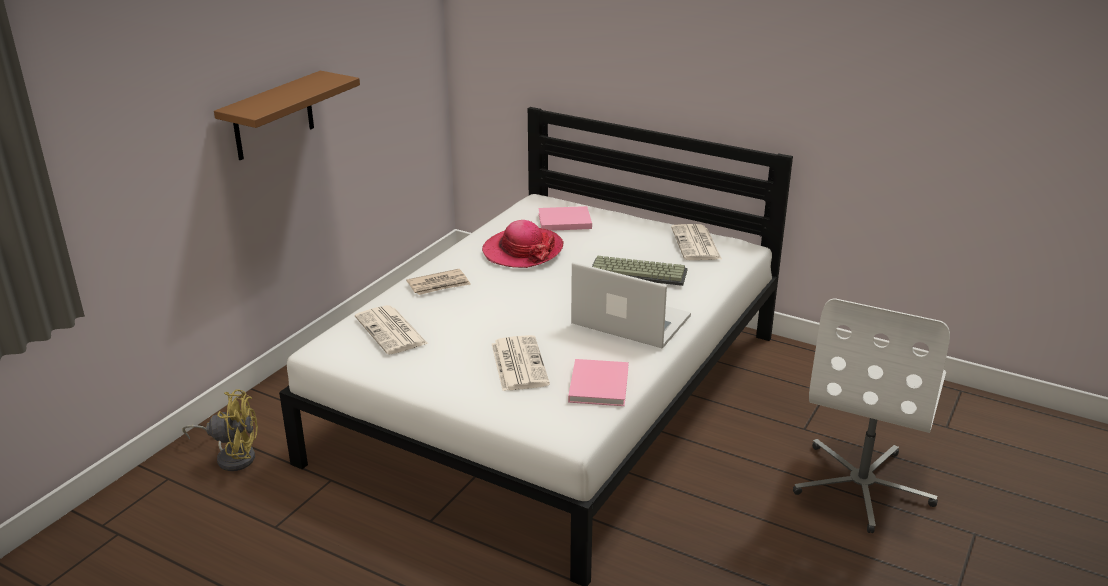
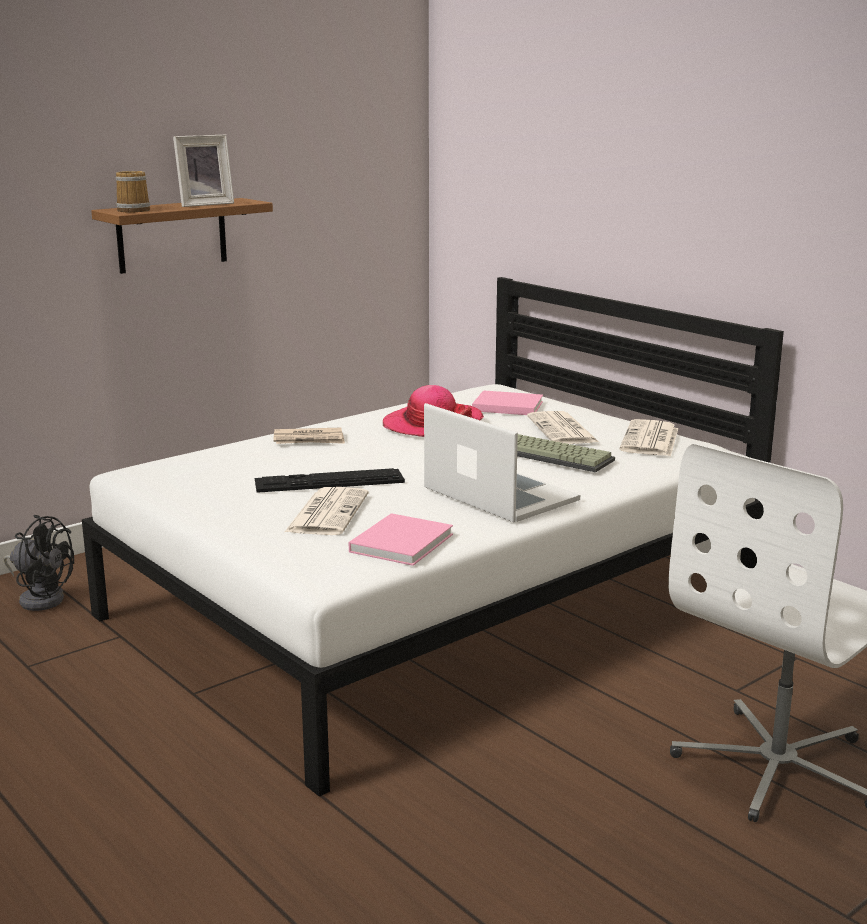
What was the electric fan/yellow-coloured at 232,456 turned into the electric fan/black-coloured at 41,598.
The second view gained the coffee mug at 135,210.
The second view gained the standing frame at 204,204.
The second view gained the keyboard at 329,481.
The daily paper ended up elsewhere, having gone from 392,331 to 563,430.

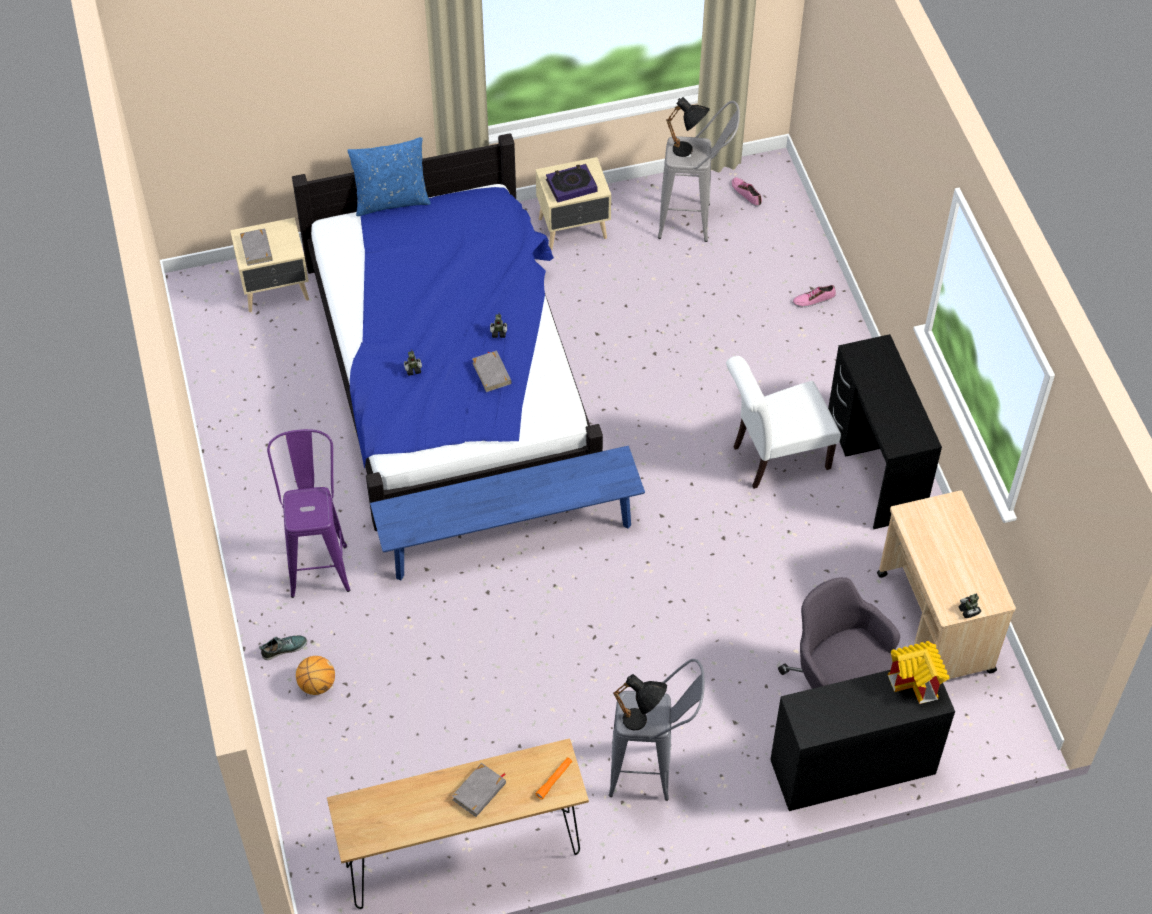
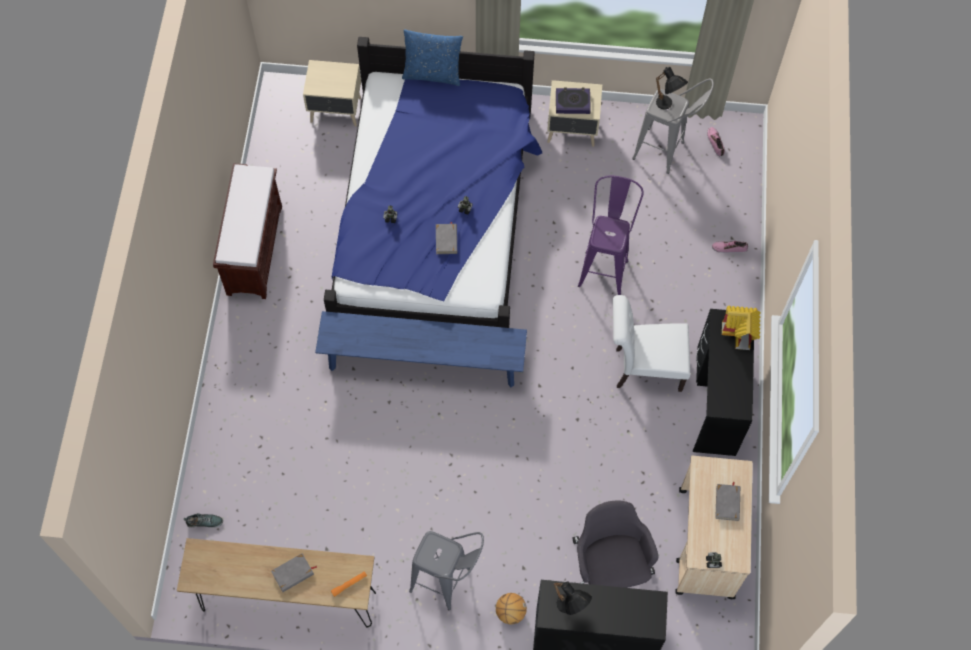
The item of footwear ended up elsewhere, having gone from 284,648 to 204,522.
The second view gained the long seat/brownish at 254,249.
The basketball ended up elsewhere, having gone from 317,685 to 510,612.
The table lamp/black-coloured ended up elsewhere, having gone from 642,724 to 570,610.
The sitting stool/purple-coloured ended up elsewhere, having gone from 318,561 to 604,266.
The bound book/gray ended up elsewhere, having gone from 257,249 to 727,503.
The toy house ended up elsewhere, having gone from 917,682 to 740,334.

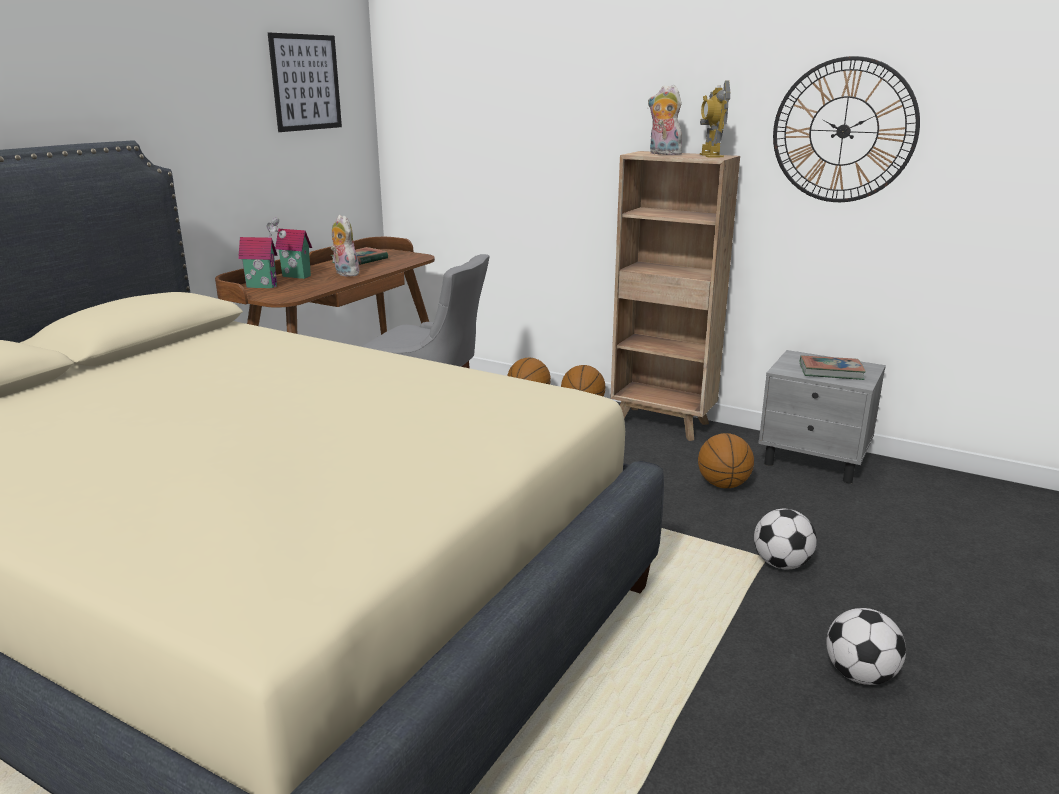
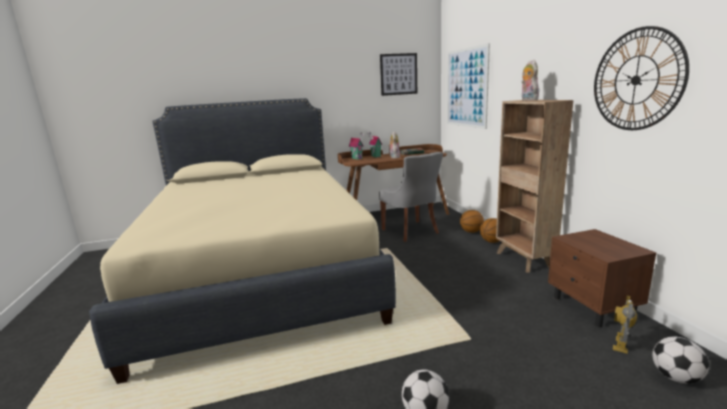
The second view gained the wall art at 466,88.
What was the night table/gray at 815,461 turned into the night table/brownish at 593,307.
The robot figure ended up elsewhere, having gone from 710,155 to 620,345.
The football ended up elsewhere, having gone from 781,564 to 675,377.
The second view lost the basketball at 723,485.
The second view lost the bound book at 830,372.

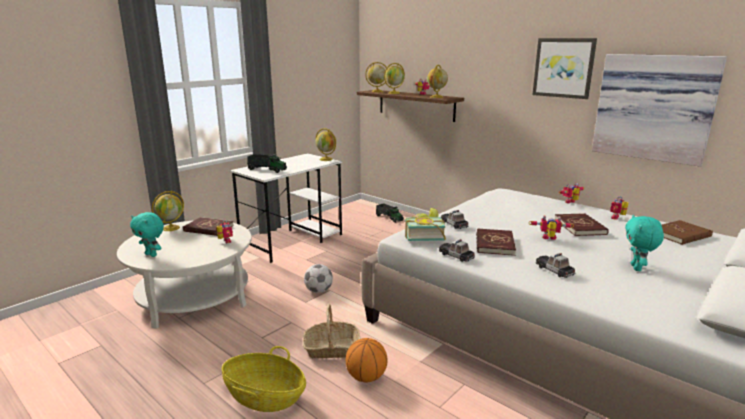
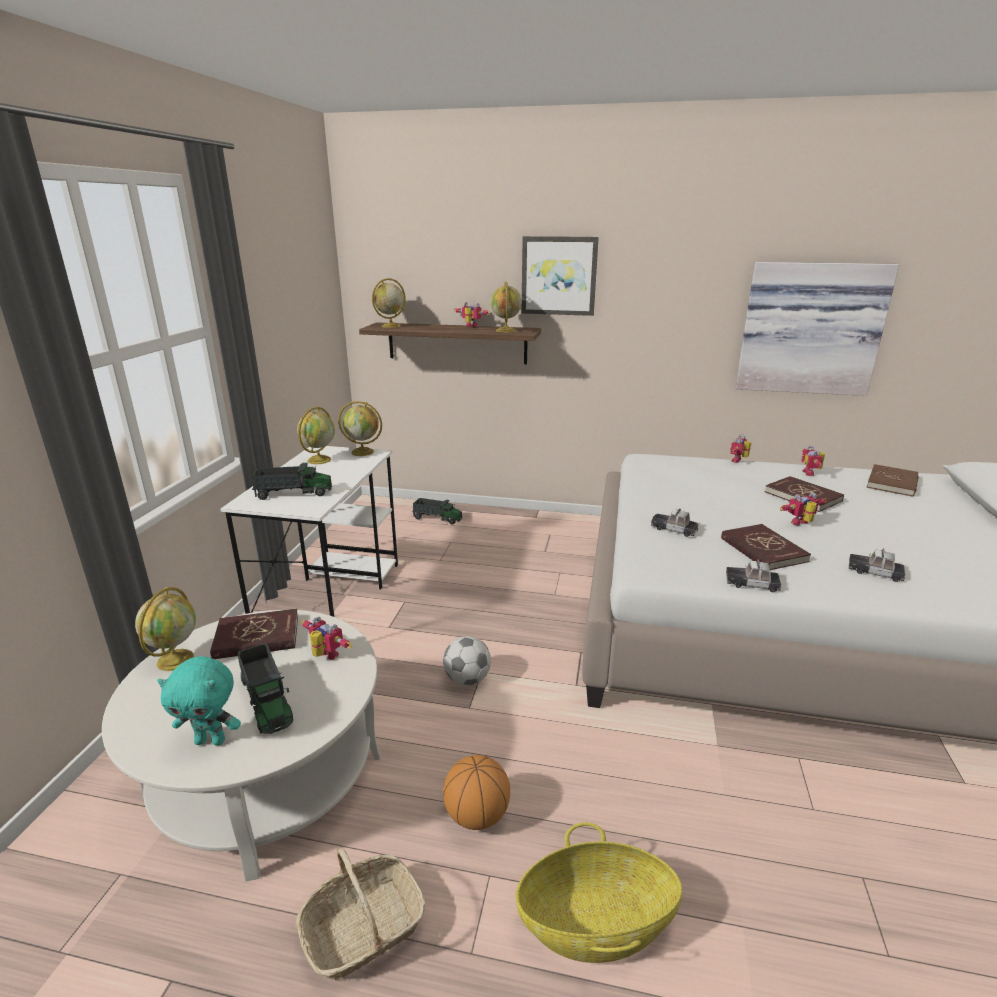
The second view gained the toy lorry at 267,701.
The basket ended up elsewhere, having gone from 331,348 to 363,929.
The world globe ended up elsewhere, having gone from 394,93 to 319,460.
The basketball ended up elsewhere, having gone from 366,377 to 477,815.
The wall art ended up elsewhere, having gone from 563,68 to 559,276.
The second view lost the bound book at 423,236.
The second view lost the soft toy/turquoise-coloured at 637,268.

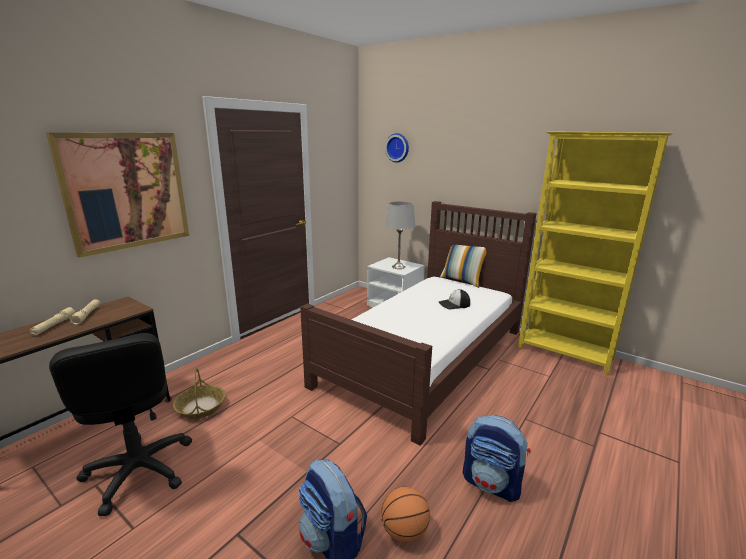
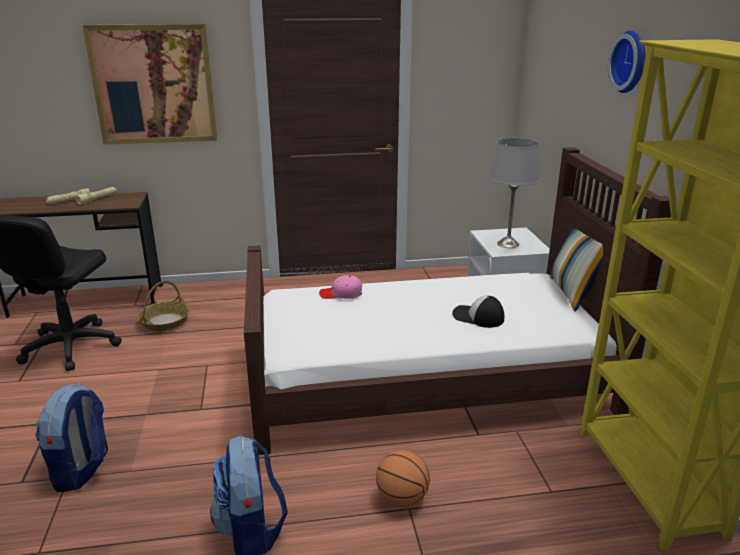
The second view gained the peaked cap/pink at 341,294.
The basketball ended up elsewhere, having gone from 404,531 to 402,498.
The hanging clock ended up elsewhere, having gone from 398,148 to 631,62.

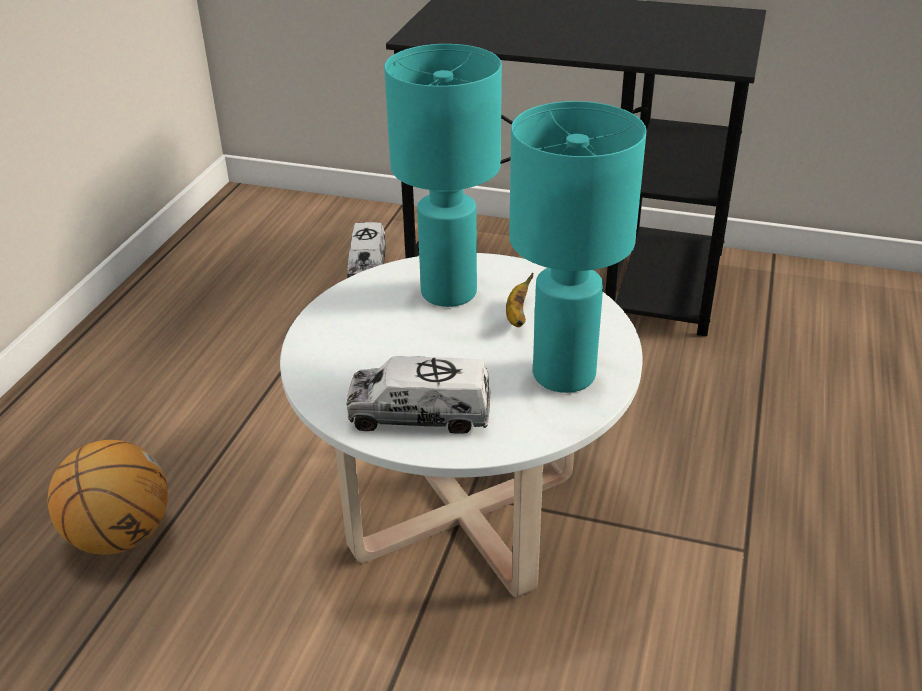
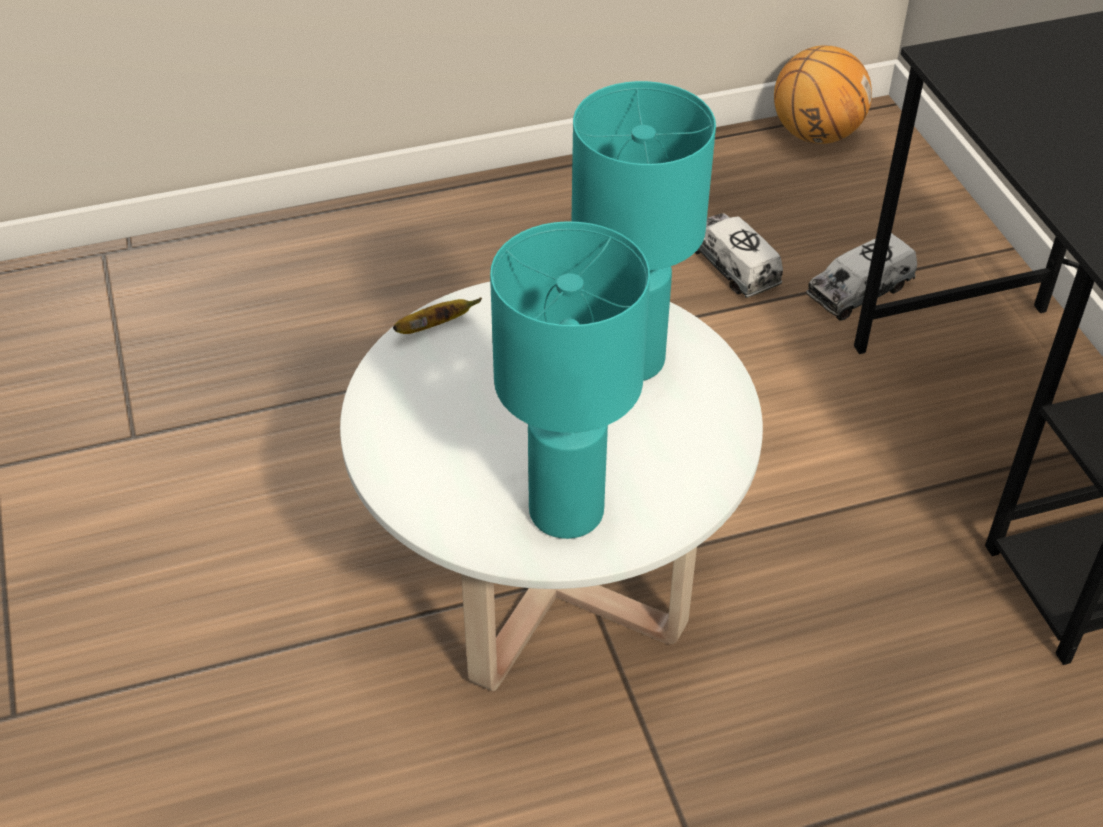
The whole banana ended up elsewhere, having gone from 517,316 to 434,326.
The toy lorry ended up elsewhere, having gone from 420,414 to 732,266.
The basketball ended up elsewhere, having gone from 120,536 to 815,134.

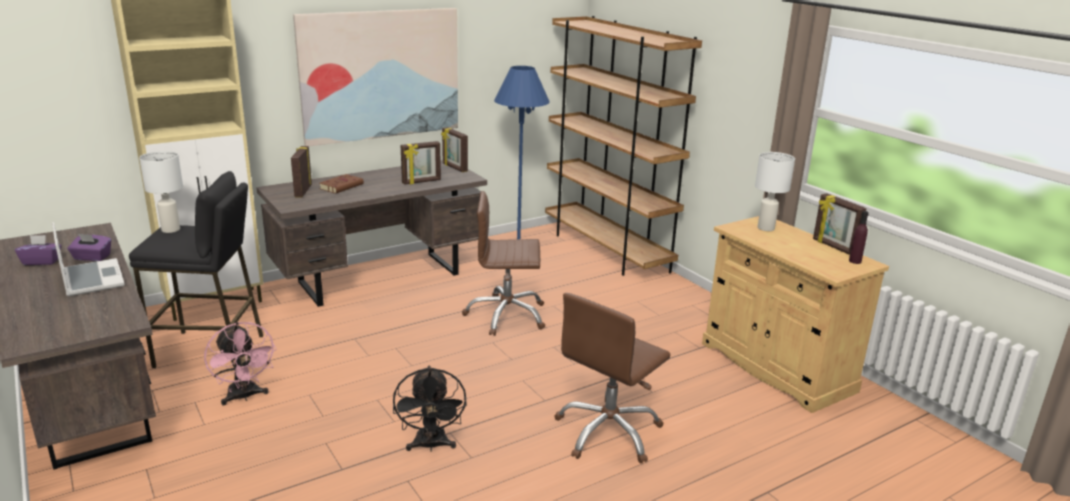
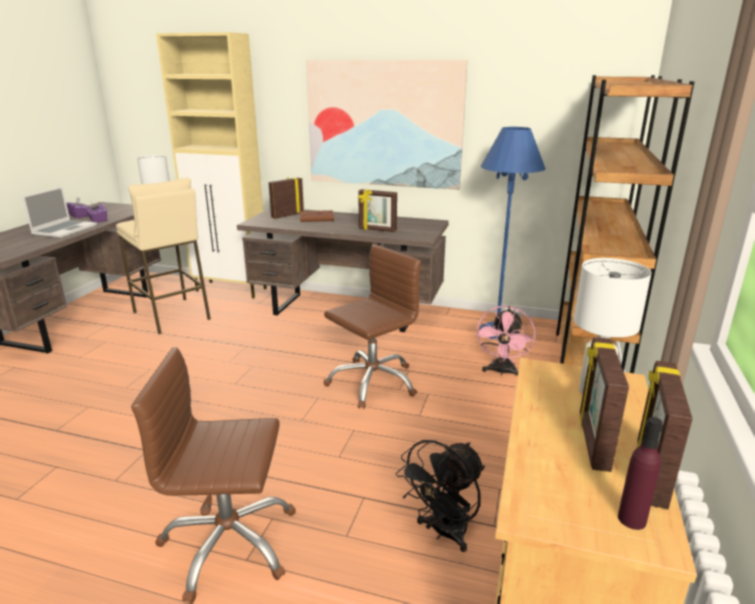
What was the sitting stool/black-coloured at 210,351 turned into the sitting stool/beige at 172,316.
The office chair/brownish at 506,315 ended up facing another way, 90 degrees clockwise from before.
The electric fan/black-coloured ended up elsewhere, having gone from 431,446 to 443,533.
The electric fan/pink ended up elsewhere, having gone from 244,397 to 502,372.
The standing frame ended up elsewhere, having gone from 454,167 to 592,441.

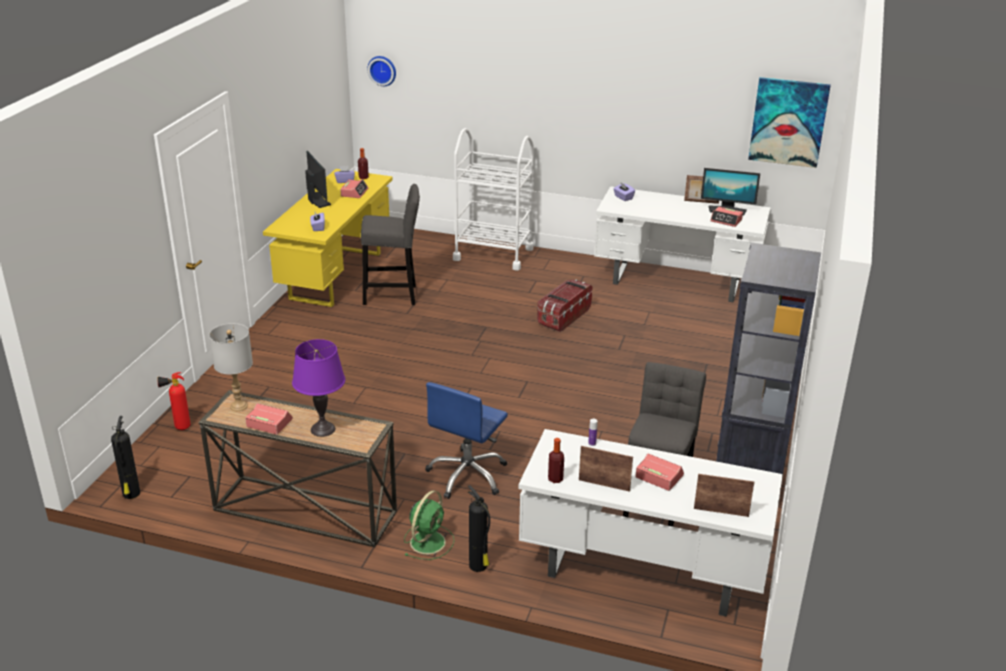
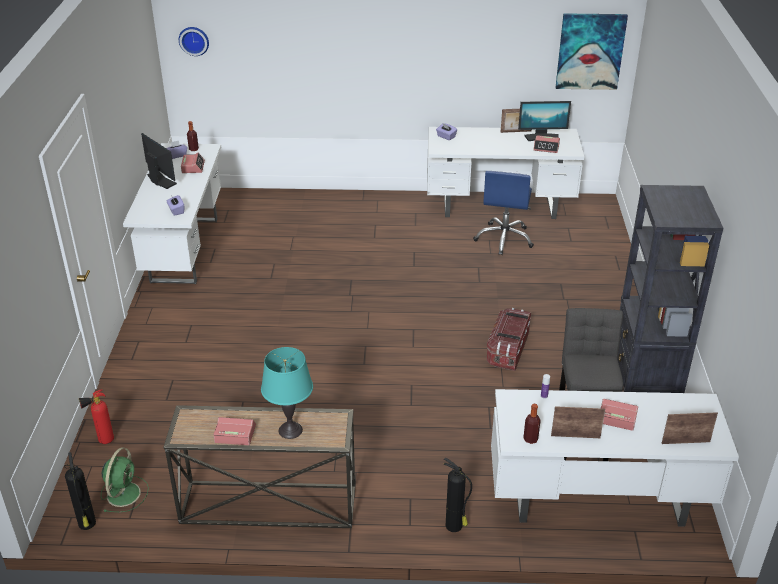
The electric fan/green ended up elsewhere, having gone from 428,541 to 124,493.
What was the desk table/yellow-coloured at 335,275 turned into the desk table/whitish at 184,249.
What was the table lamp/purple-coloured at 322,429 turned into the table lamp/turquoise-coloured at 290,430.
The office chair/bluish ended up elsewhere, having gone from 467,475 to 504,239.
The storage box ended up elsewhere, having gone from 563,317 to 508,350.
The second view lost the table lamp/gray at 239,406.
The second view lost the sitting stool/gray at 393,296.
The second view lost the wheeled cart/whitish at 493,254.

